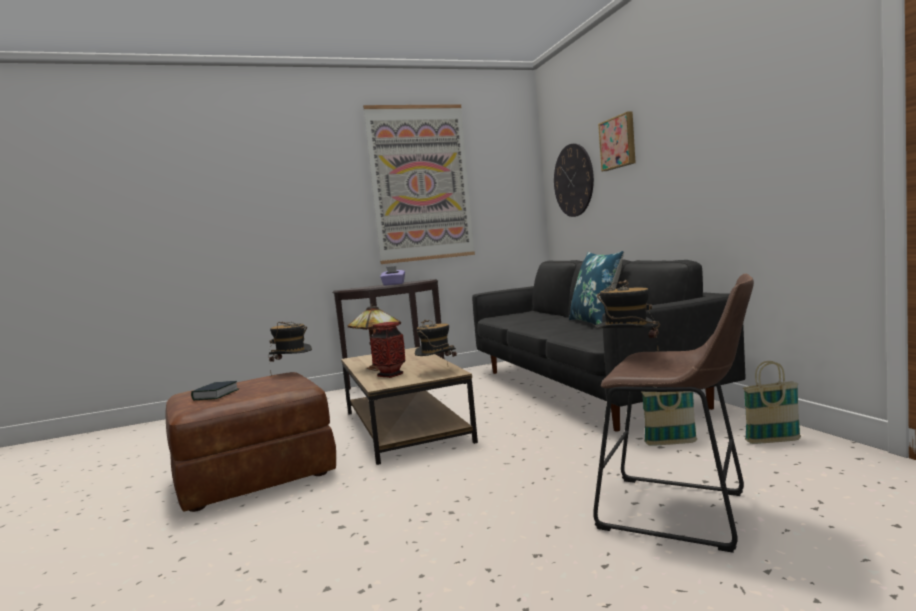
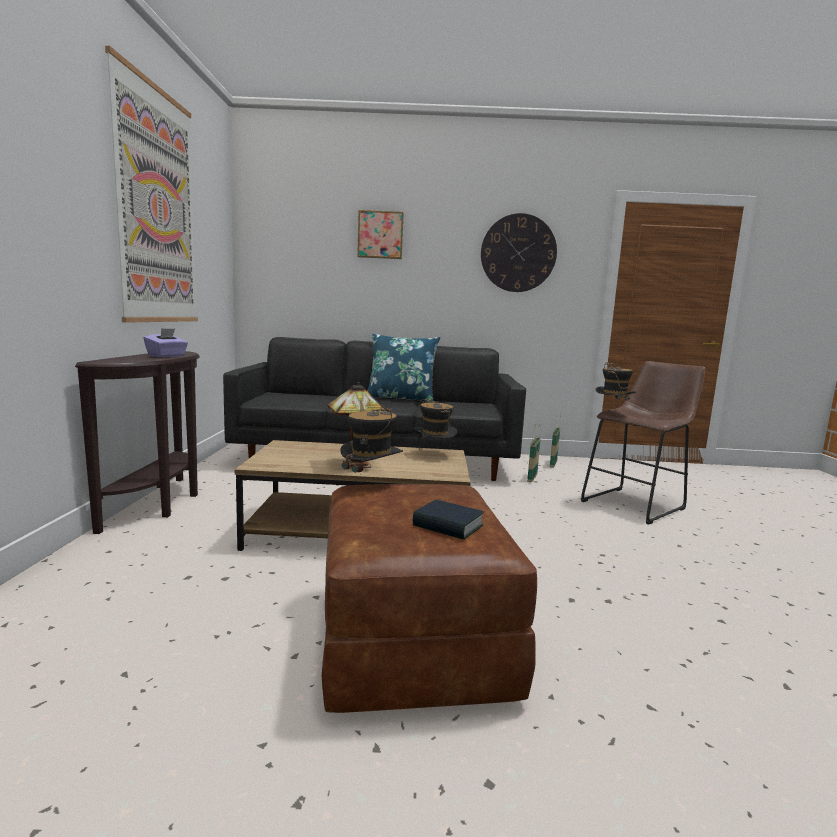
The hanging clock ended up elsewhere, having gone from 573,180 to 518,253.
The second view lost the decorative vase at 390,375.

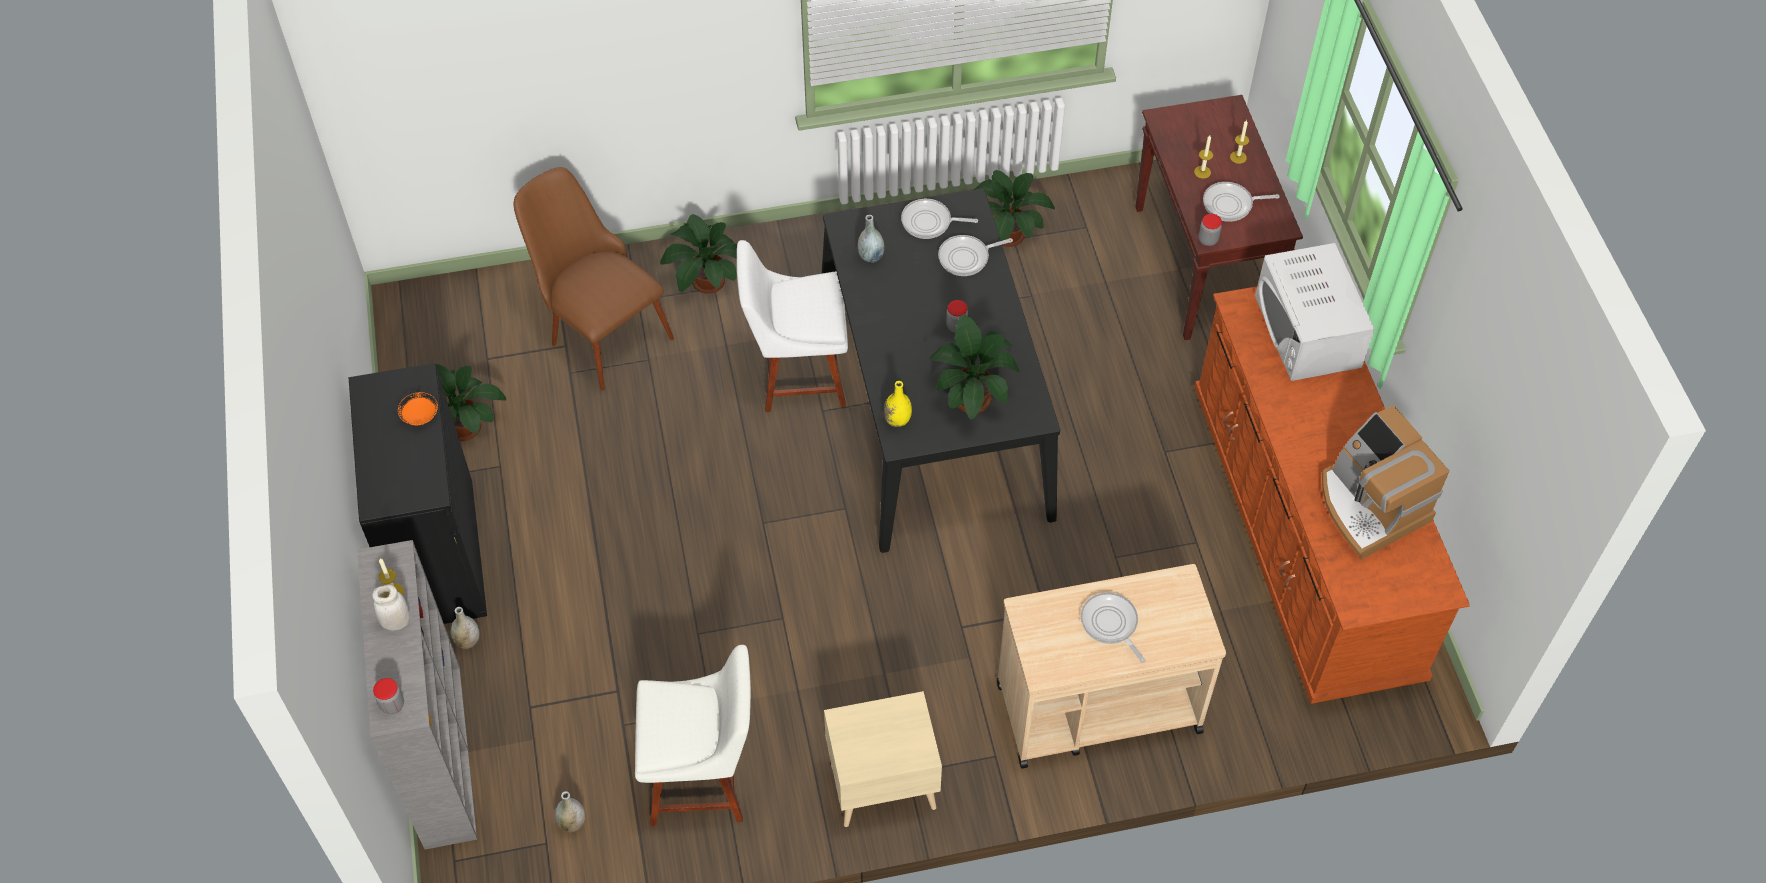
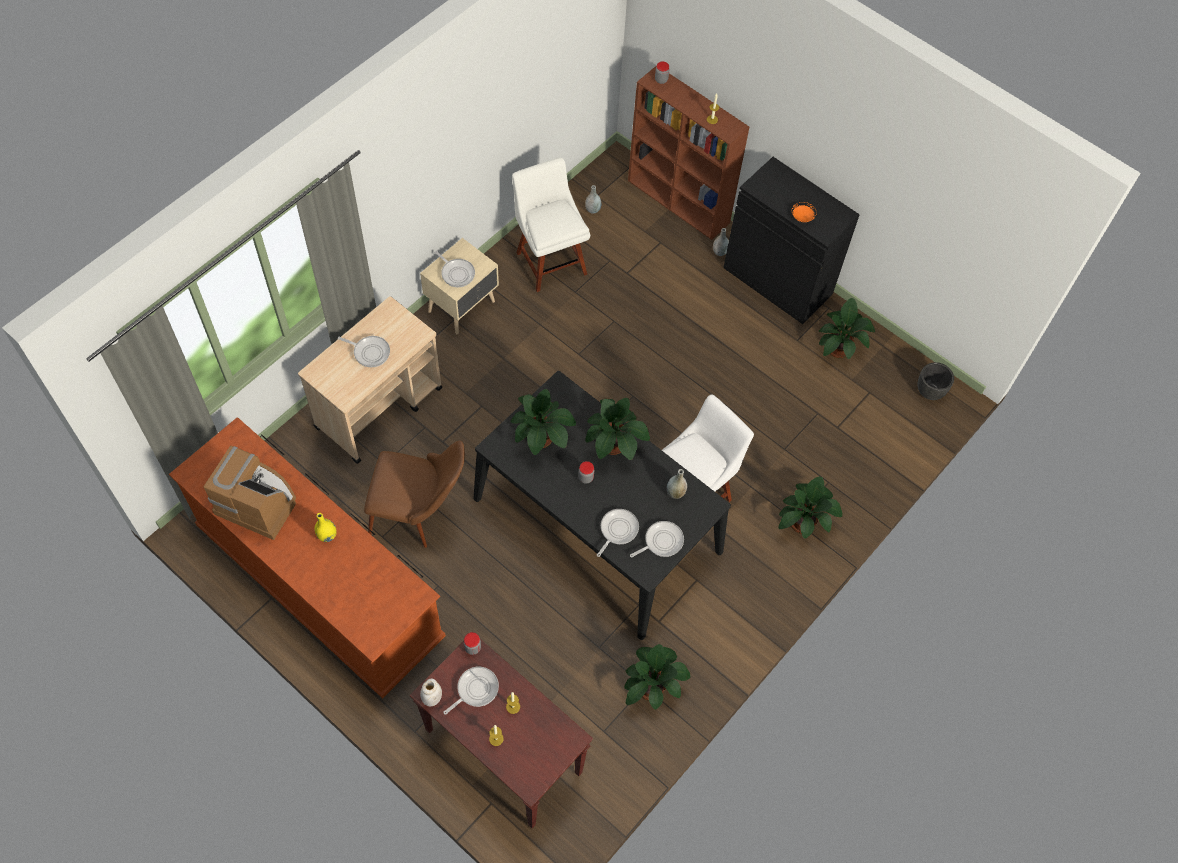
The decorative vase/yellow-coloured ended up elsewhere, having gone from 897,420 to 327,536.
The chair/brownish ended up elsewhere, having gone from 600,329 to 420,514.
The storage jar/whitish ended up elsewhere, having gone from 396,622 to 432,698.
The second view gained the skillet at 456,273.
The chair/whitish at 703,779 ended up facing another way, 105 degrees clockwise from before.
The second view gained the potted plant at 614,445.
What was the bookshelf/gray at 441,753 turned into the bookshelf/brownish at 679,202.
The second view gained the plant pot/black-coloured at 930,392.
The second view lost the microwave/whitish at 1307,331.

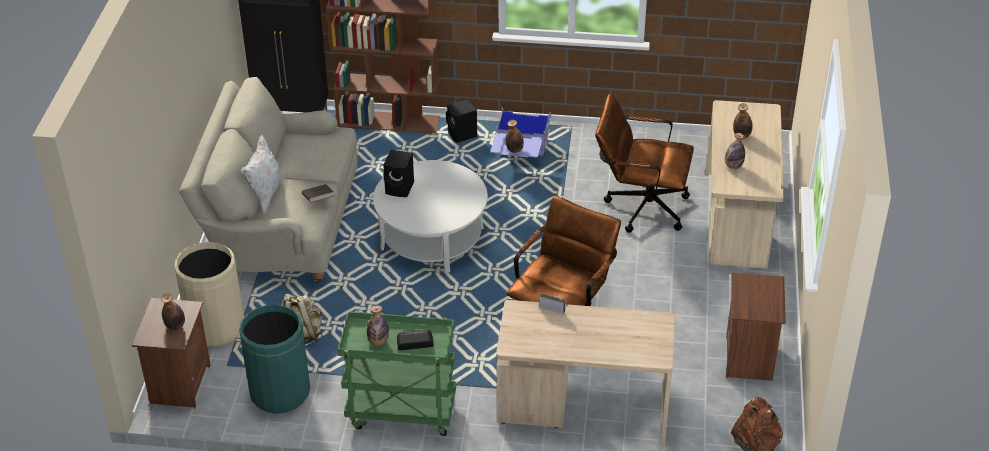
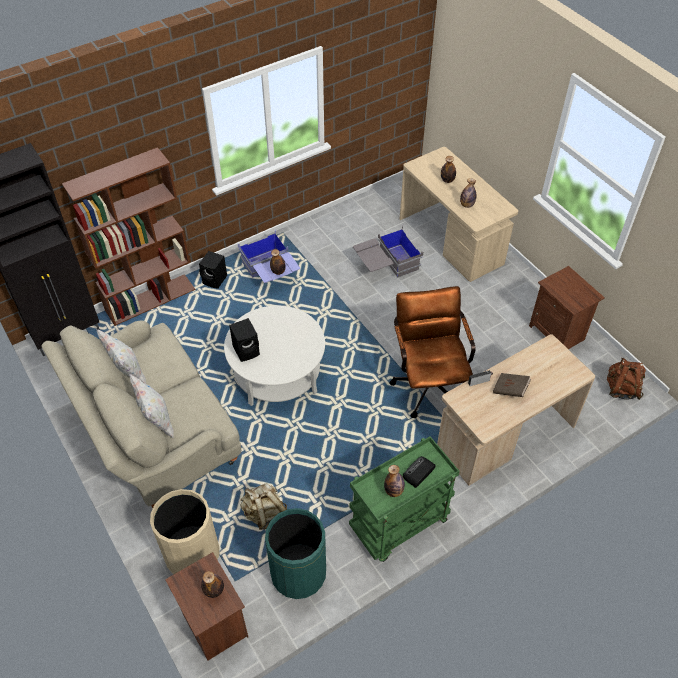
The second view gained the throw pillow/whitish at 127,372.
Where the office chair/brownish stood at 640,206, the storage box/gray came to stand at 386,266.
The bound book/brownish ended up elsewhere, having gone from 318,200 to 510,390.

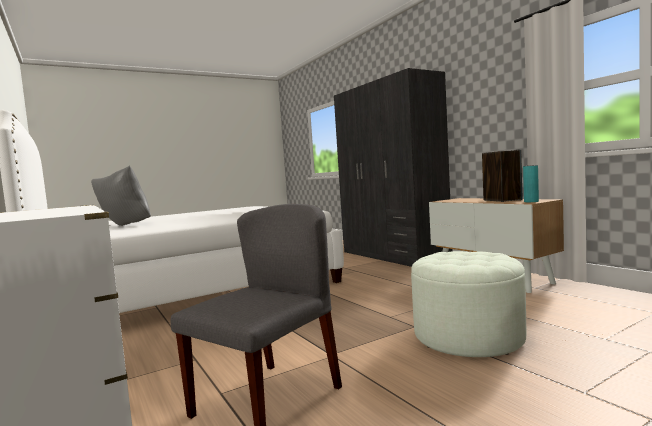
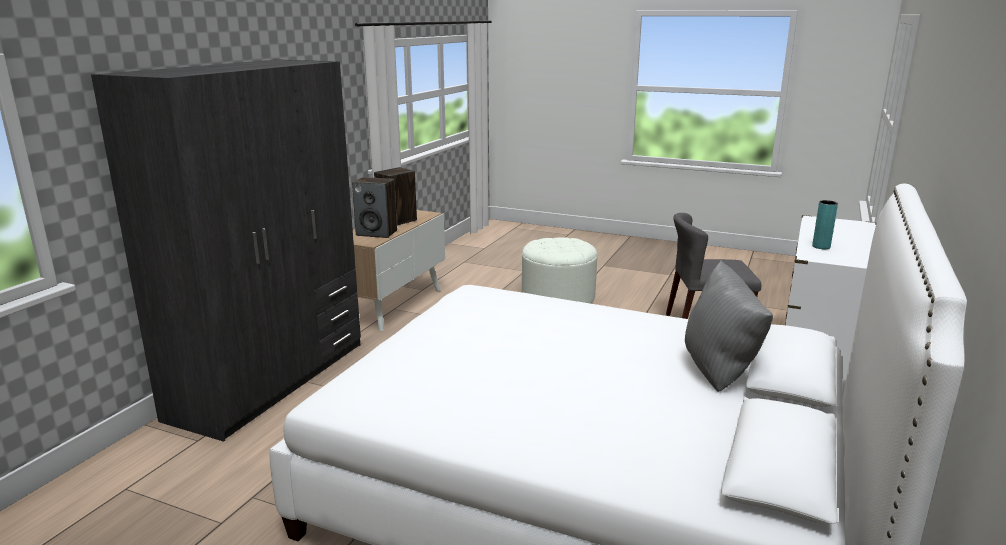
The second view gained the speaker at 377,233.
The decorative vase/turquoise-coloured ended up elsewhere, having gone from 531,201 to 821,246.

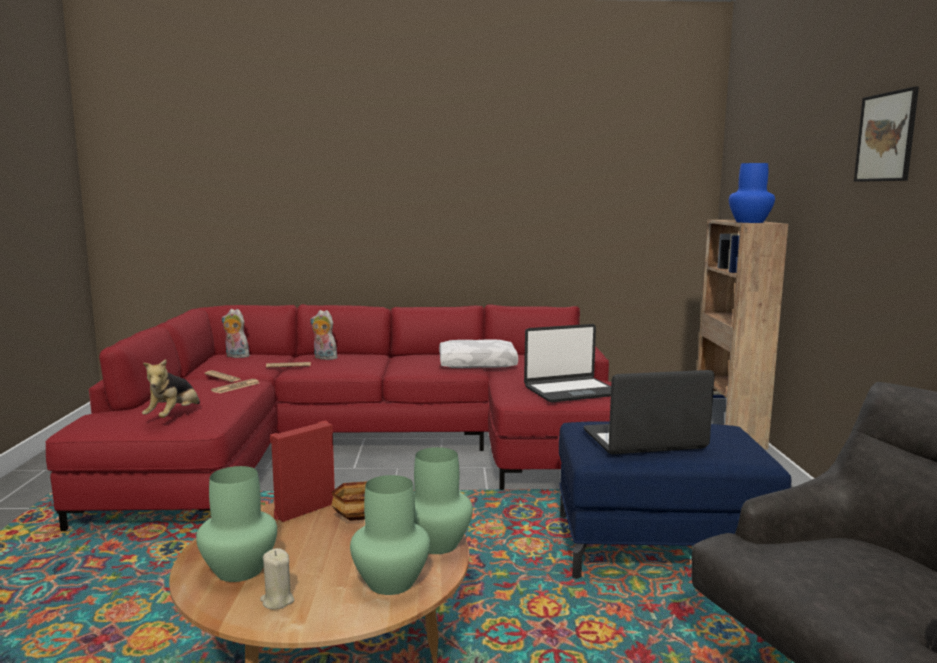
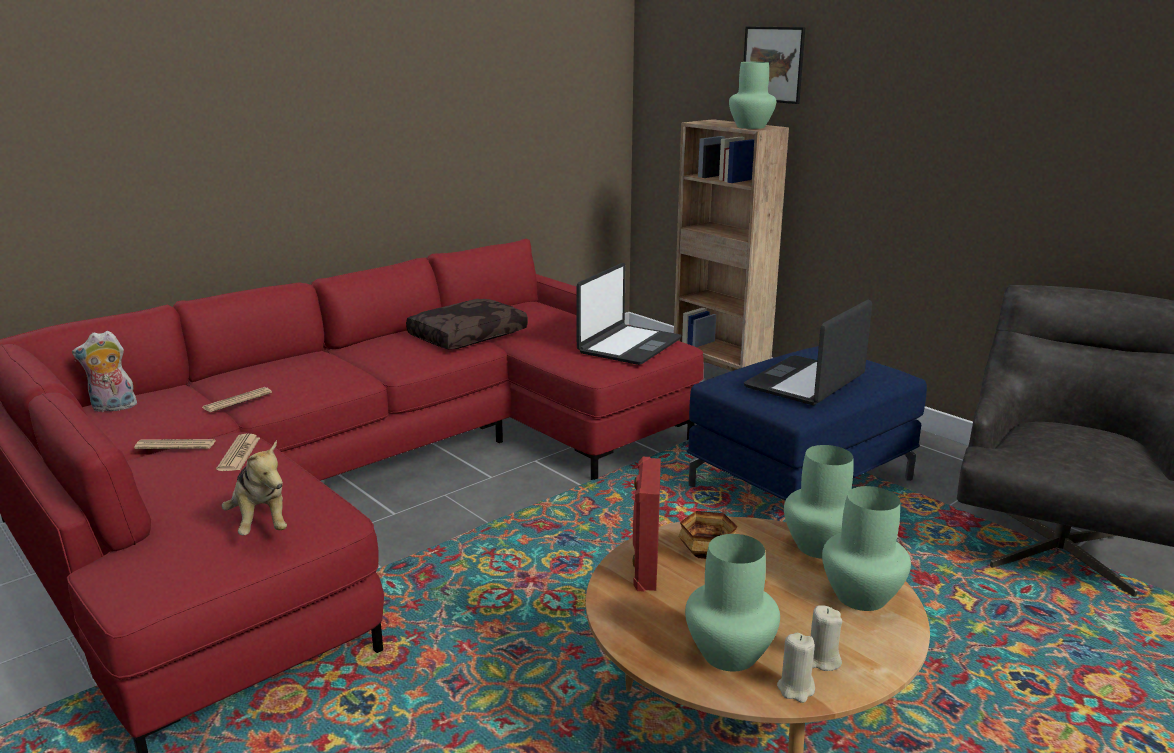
What was the throw pillow/whitish at 477,363 turned into the throw pillow/brownish at 467,335.
What was the decorative vase/bluish at 749,222 turned into the decorative vase/green at 750,127.
The wall art ended up elsewhere, having gone from 886,137 to 773,64.
The second view gained the wax light/beige at 796,689.
The second view lost the soft toy at 323,358.

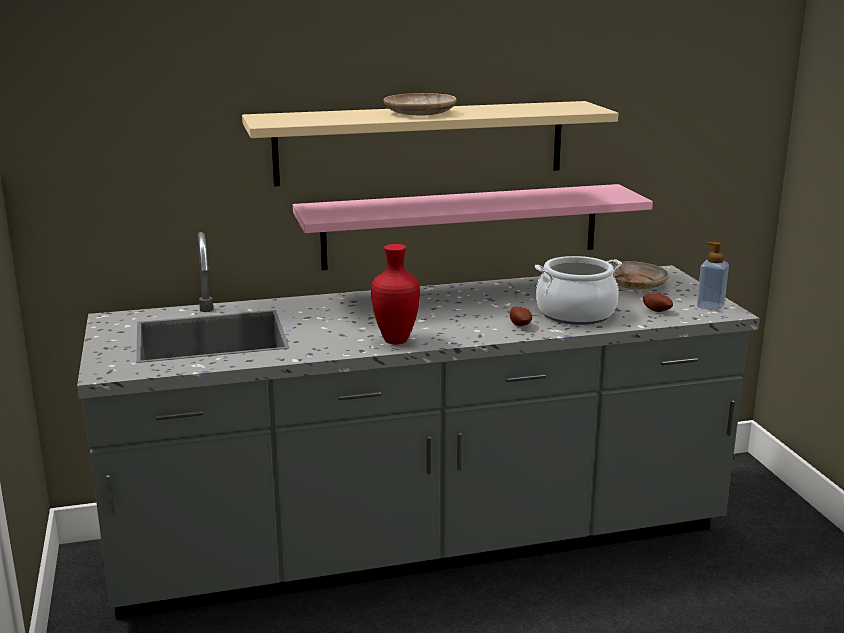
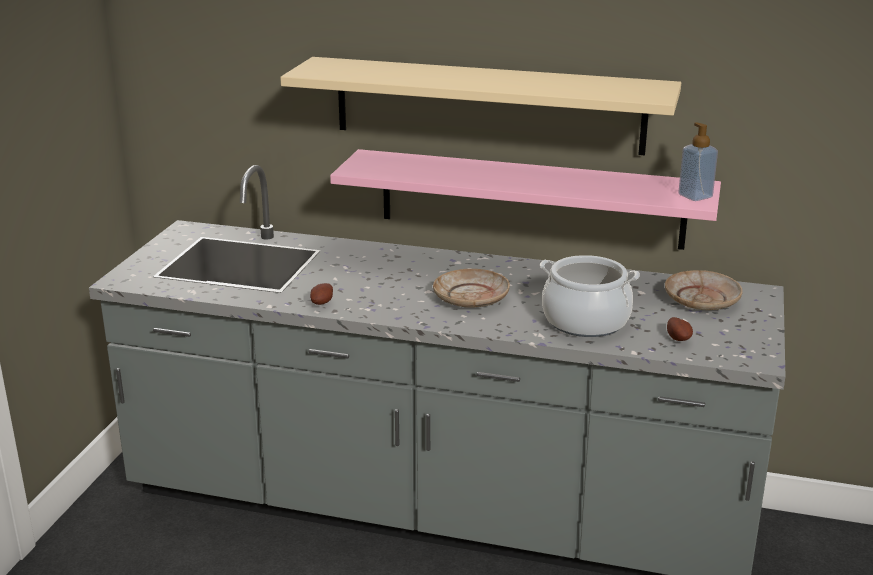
The spud ended up elsewhere, having gone from 520,325 to 323,303.
The dinner plate/beige ended up elsewhere, having gone from 420,113 to 471,298.
The soap bottle ended up elsewhere, having gone from 710,306 to 695,196.
The second view lost the decorative vase/red at 397,340.

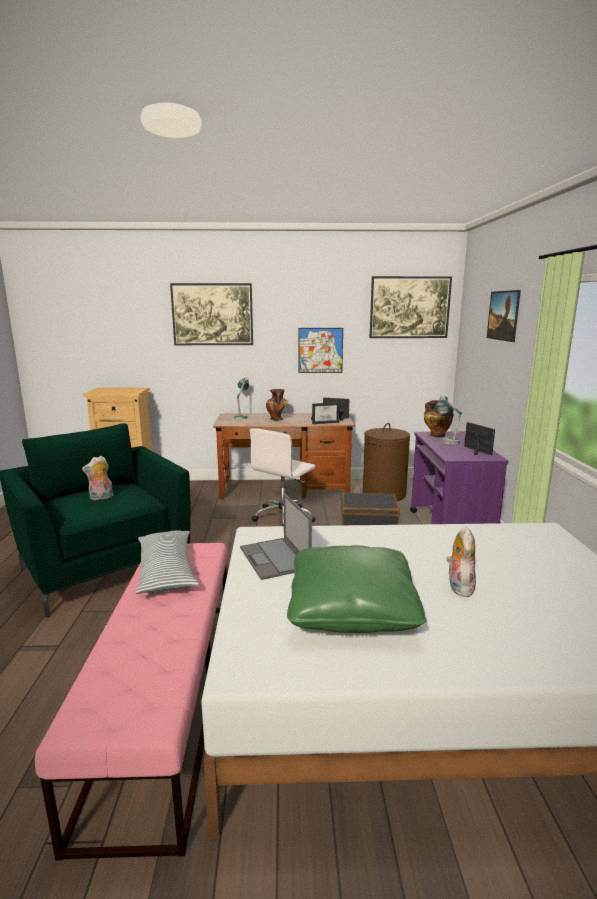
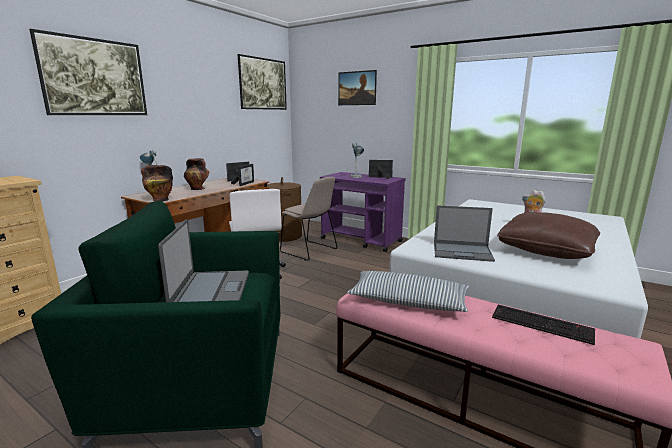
The decorative vase ended up elsewhere, having gone from 436,435 to 160,200.
Where the soft toy stood at 101,498, the notebook computer came to stand at 211,291.
Where the travel case/black-coloured stood at 368,518, the chair/beige came to stand at 310,251.
The second view gained the keyboard at 543,323.
What was the throw pillow/green at 352,608 turned into the throw pillow/brownish at 546,250.
The second view lost the wall art at 320,350.

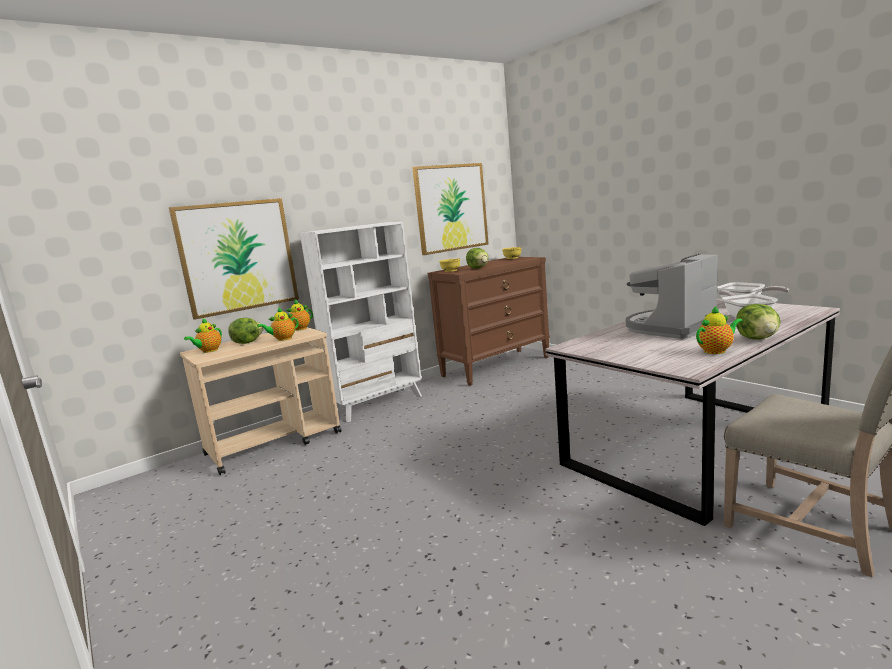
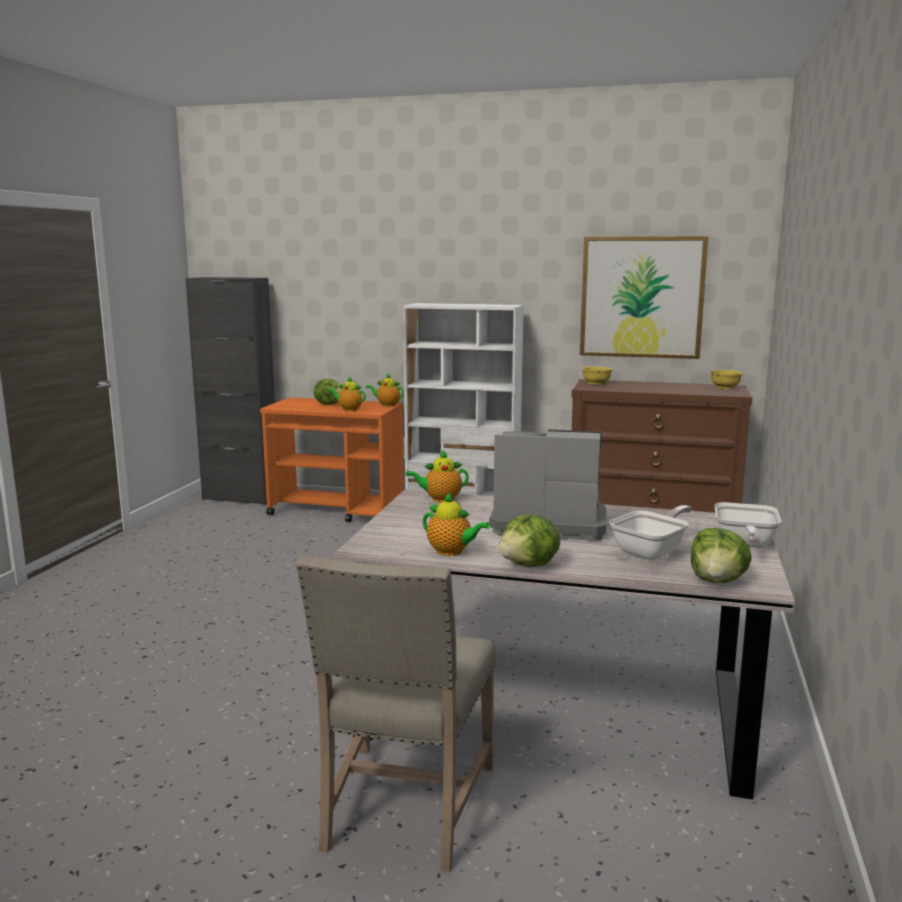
The second view gained the cabinet/black-coloured at 241,498.
What was the wheeled cart/beige at 275,443 turned into the wheeled cart/orange-coloured at 338,511.
The pot for tea ended up elsewhere, having gone from 208,351 to 440,499.
The lettuce head ended up elsewhere, having gone from 478,268 to 717,581.
The second view lost the wall art at 238,256.

